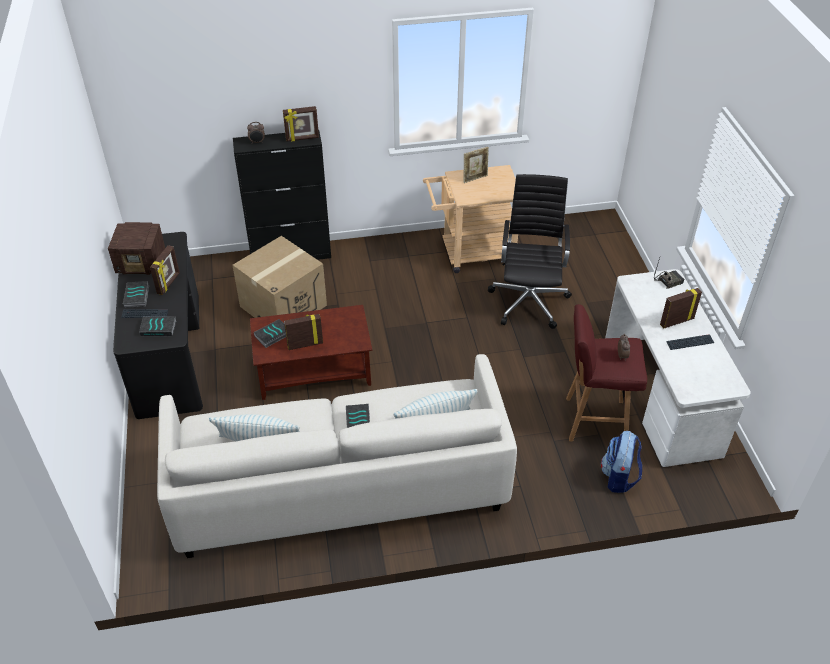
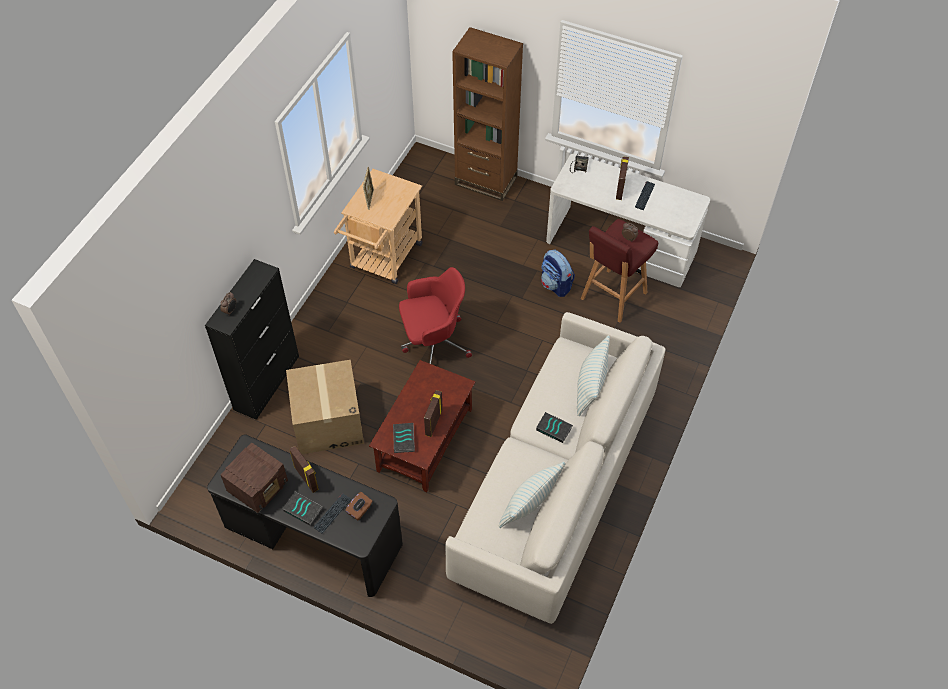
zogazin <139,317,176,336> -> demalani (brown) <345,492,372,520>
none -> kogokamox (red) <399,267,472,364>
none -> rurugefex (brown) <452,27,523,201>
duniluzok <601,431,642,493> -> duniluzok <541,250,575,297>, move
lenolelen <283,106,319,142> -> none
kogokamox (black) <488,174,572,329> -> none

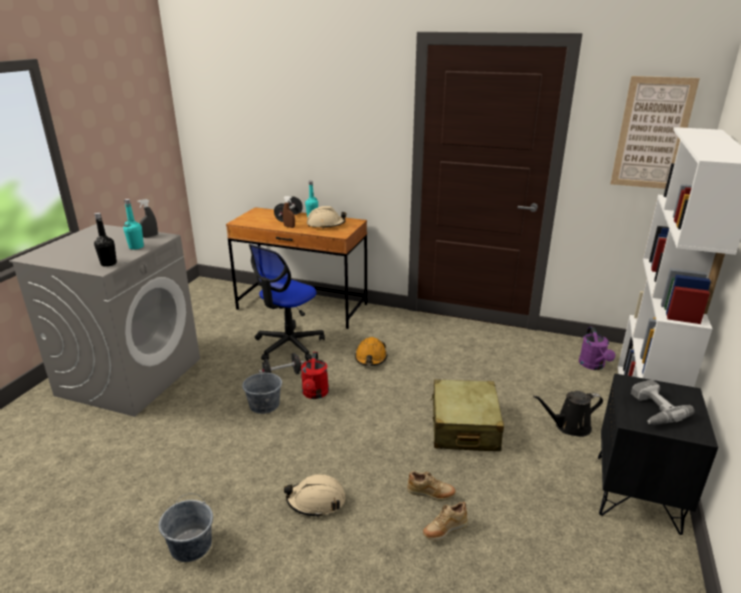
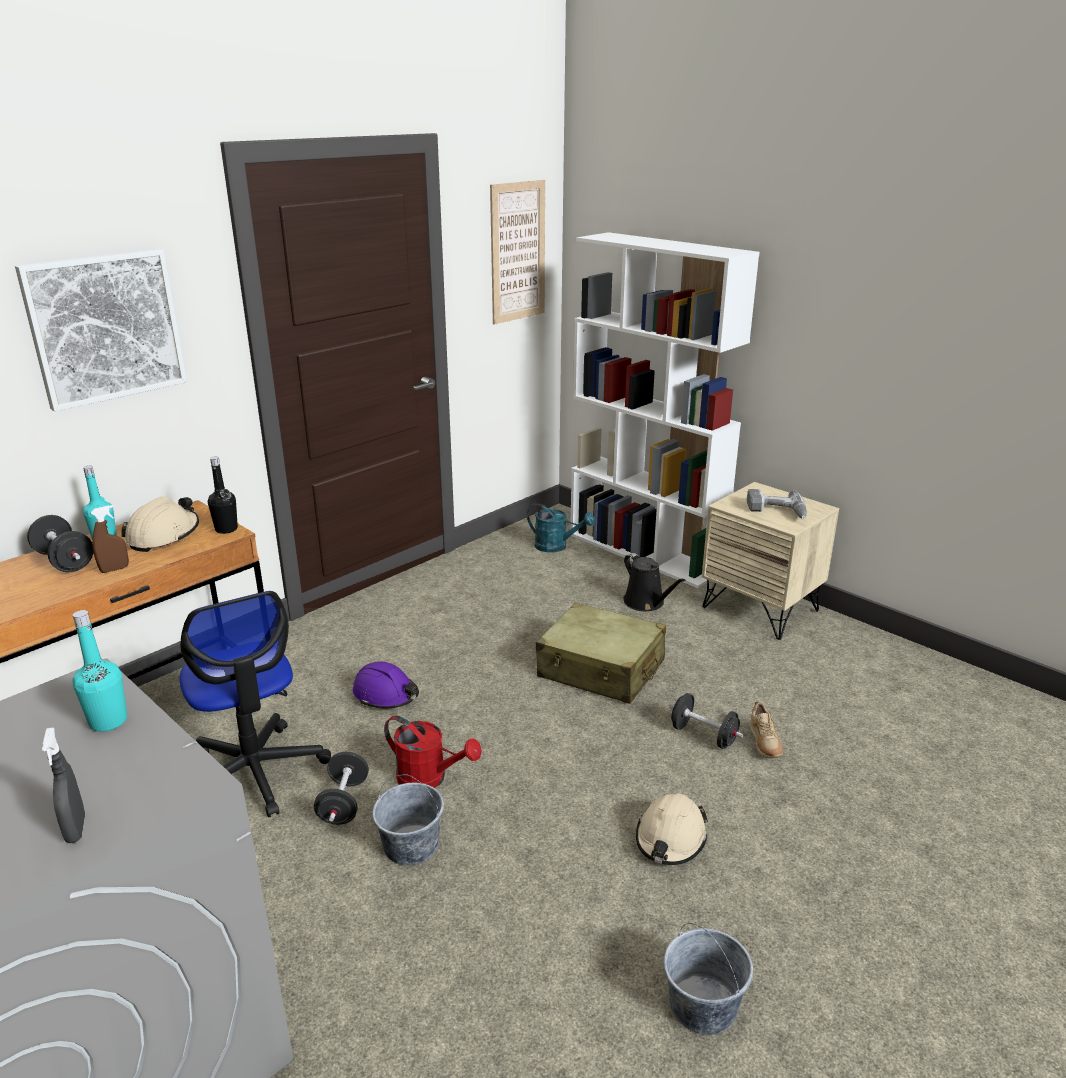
none -> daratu <15,249,187,412>
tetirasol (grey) <137,199,158,238> -> tetirasol (grey) <42,728,85,843>, move
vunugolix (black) <94,213,117,267> -> vunugolix (black) <208,456,238,534>, move
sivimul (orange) <355,337,388,366> -> sivimul (purple) <353,661,419,709>
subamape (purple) <579,327,615,370> -> subamape (turquoise) <527,503,595,552>
subamape (black) <533,391,603,437> -> subamape (black) <624,553,686,611>, 45 degrees counterclockwise
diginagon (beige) <407,471,456,501> -> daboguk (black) <669,693,743,749>
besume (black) <598,374,718,535> -> besume (beige) <702,482,839,640>

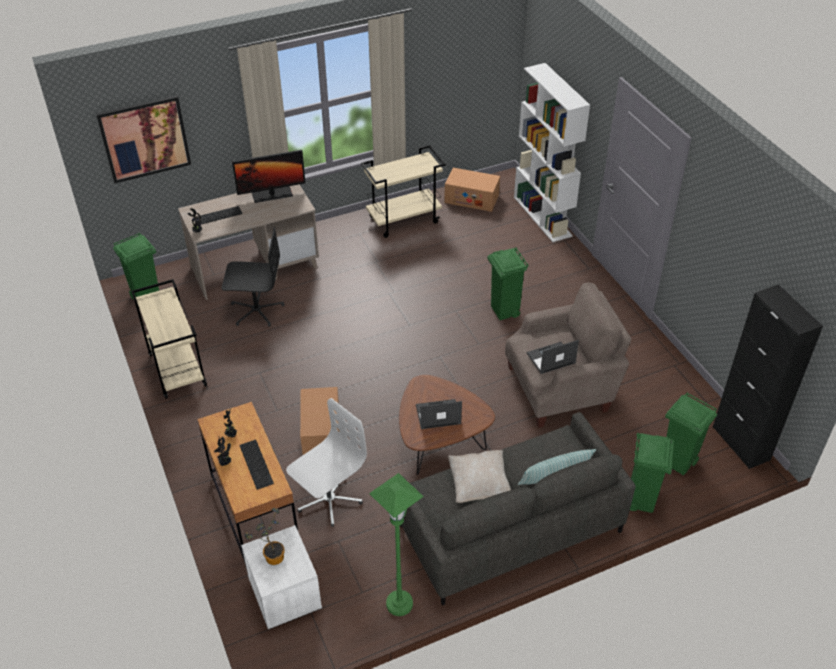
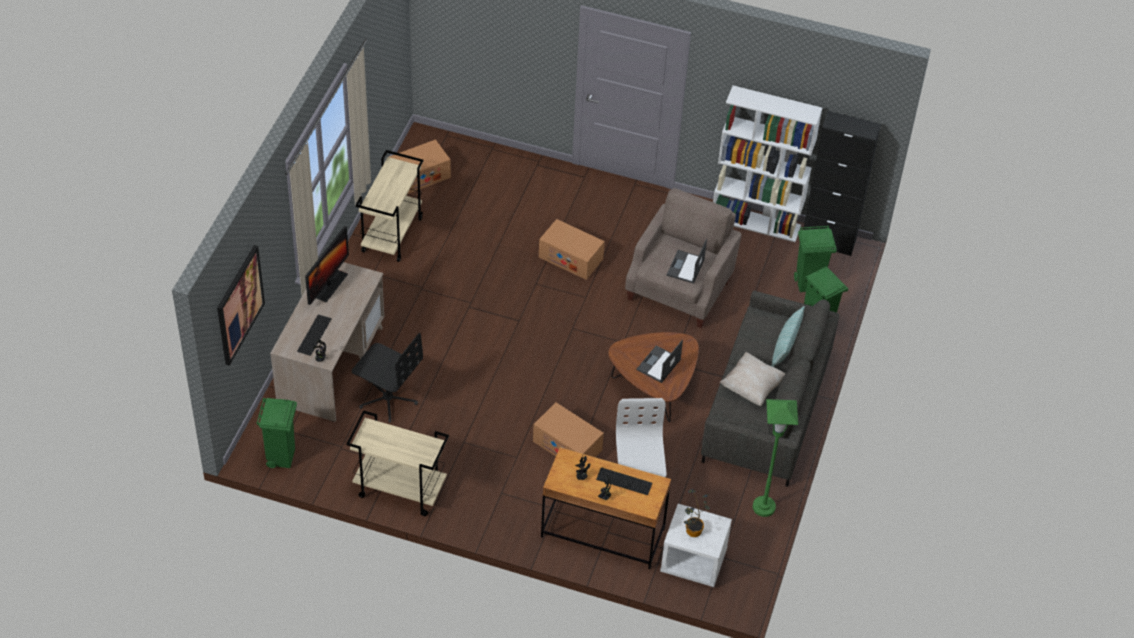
kogokamox (black) <222,227,285,327> -> kogokamox (black) <352,333,423,423>, 75 degrees clockwise
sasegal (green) <487,247,529,320> -> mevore <539,219,605,280>
rurugefex (white) <514,63,590,242> -> rurugefex (white) <713,86,822,242>, move

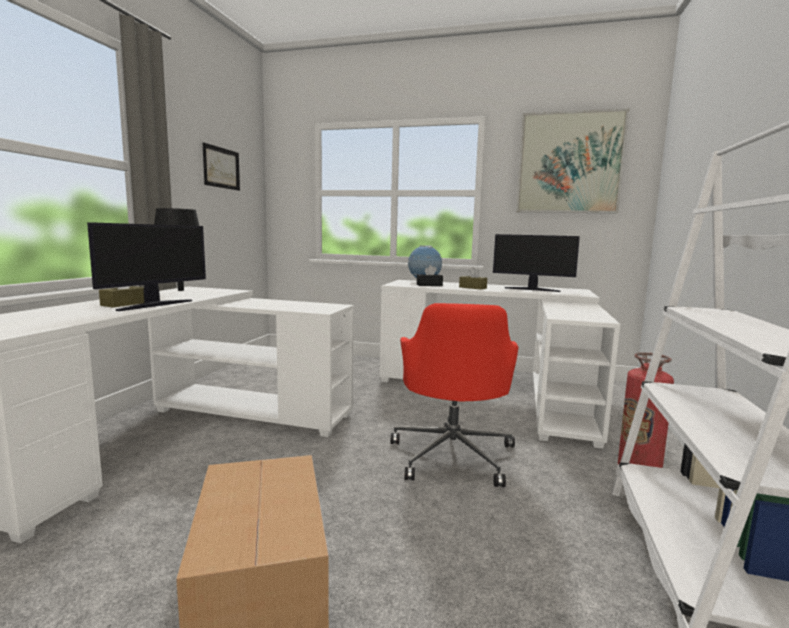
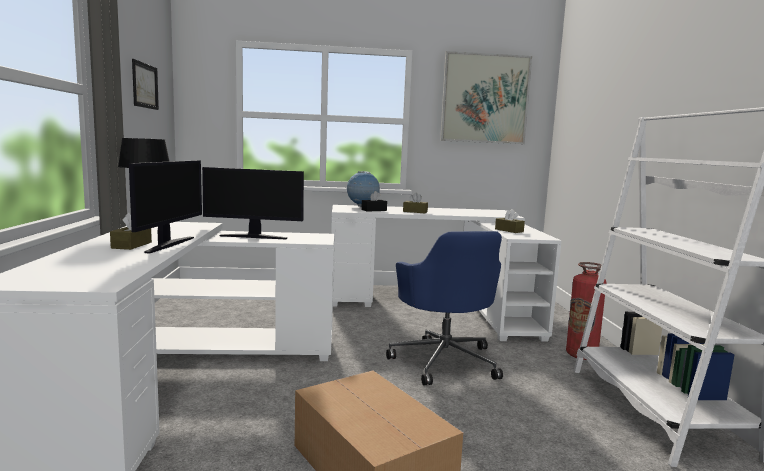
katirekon <493,234,580,292> -> katirekon <202,167,304,239>, move
kogokamox (red) <391,303,518,487> -> kogokamox (blue) <386,231,503,385>
none -> demalani (brown) <495,209,525,233>

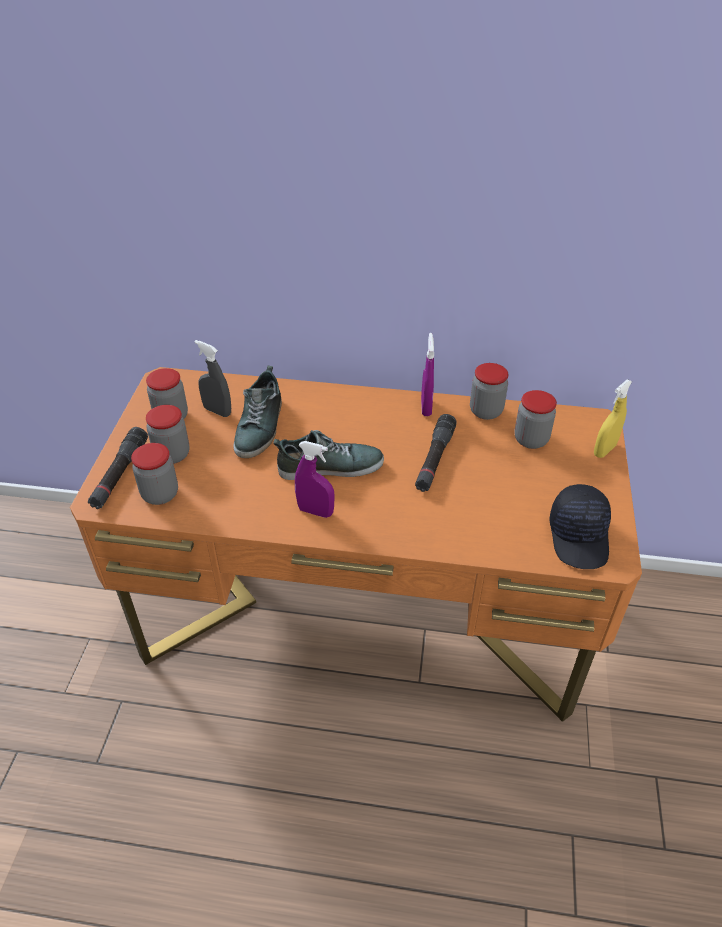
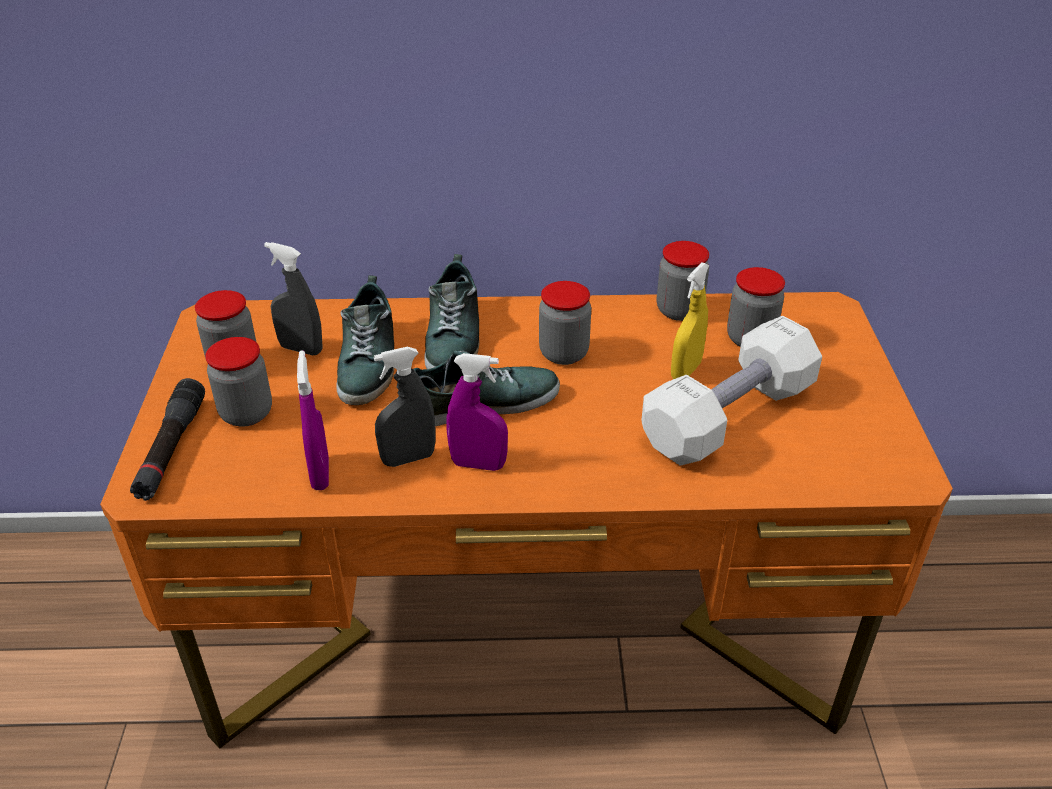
tetirasol (purple) <421,333,434,416> -> tetirasol (purple) <297,350,329,490>, move
none -> tetirasol (grey) <374,347,436,467>
none -> diginagon <424,254,479,369>
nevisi <131,443,178,505> -> nevisi <539,281,591,365>, move
none -> daboguk (white) <641,316,822,466>
tetirasol (yellow) <594,379,632,458> -> tetirasol (yellow) <671,262,710,379>, move
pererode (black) <415,414,457,492> -> none
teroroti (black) <550,484,611,569> -> none

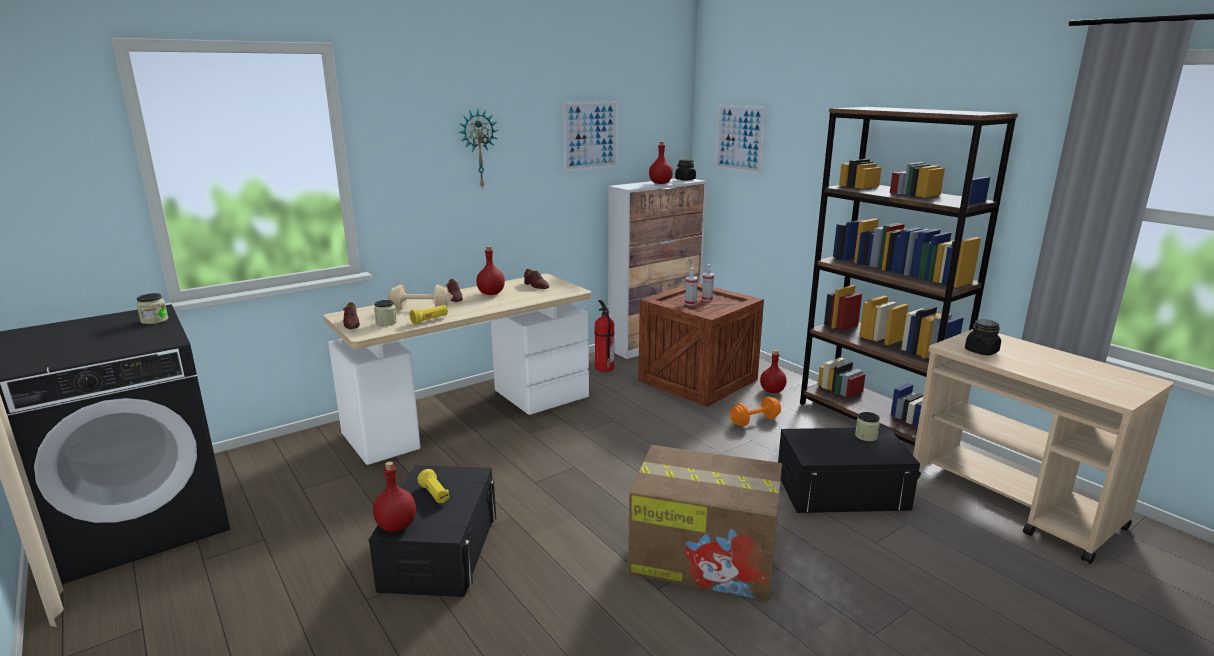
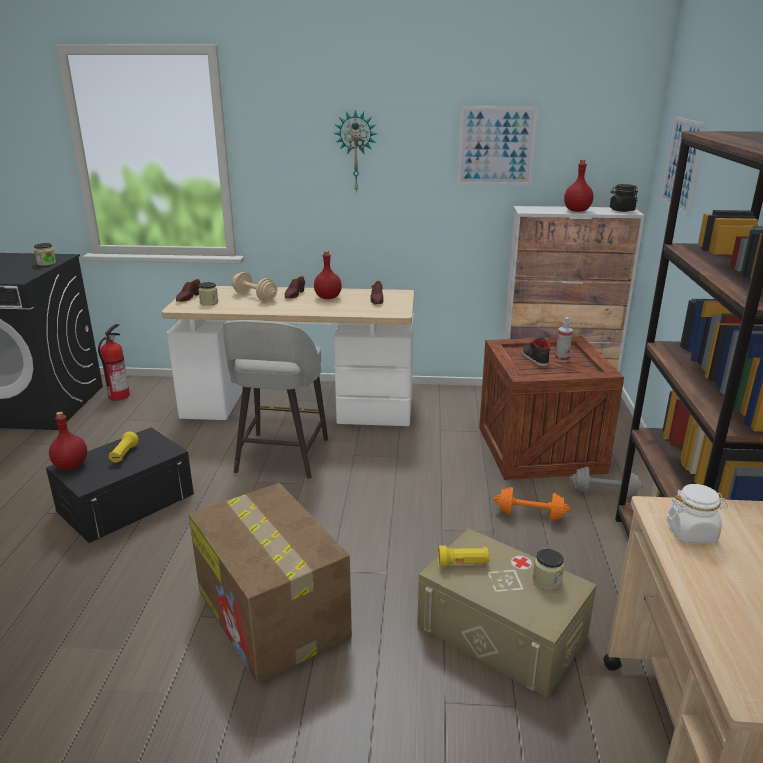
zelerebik <594,300,615,372> -> zelerebik <98,324,130,400>, move
none -> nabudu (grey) <223,320,328,479>
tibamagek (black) <778,427,920,513> -> tibamagek (beige) <417,528,597,697>
pererode (yellow) <410,305,448,325> -> pererode (yellow) <438,546,490,567>, move
tetirasol <685,268,698,306> -> diginagon (black) <522,338,550,367>
vunugolix (red) <760,350,787,393> -> daboguk (grey) <570,467,644,497>
nevisi (black) <965,319,1001,356> -> nevisi (white) <667,484,728,543>

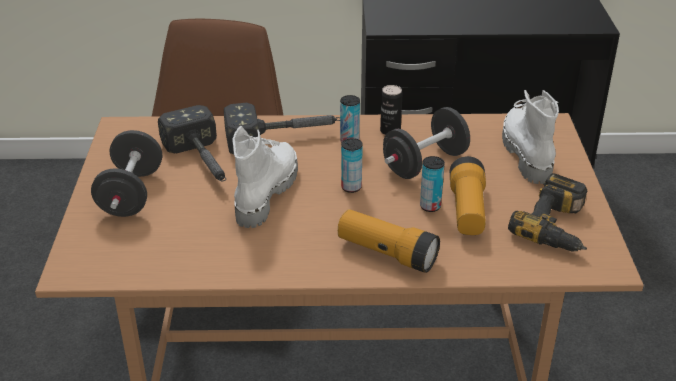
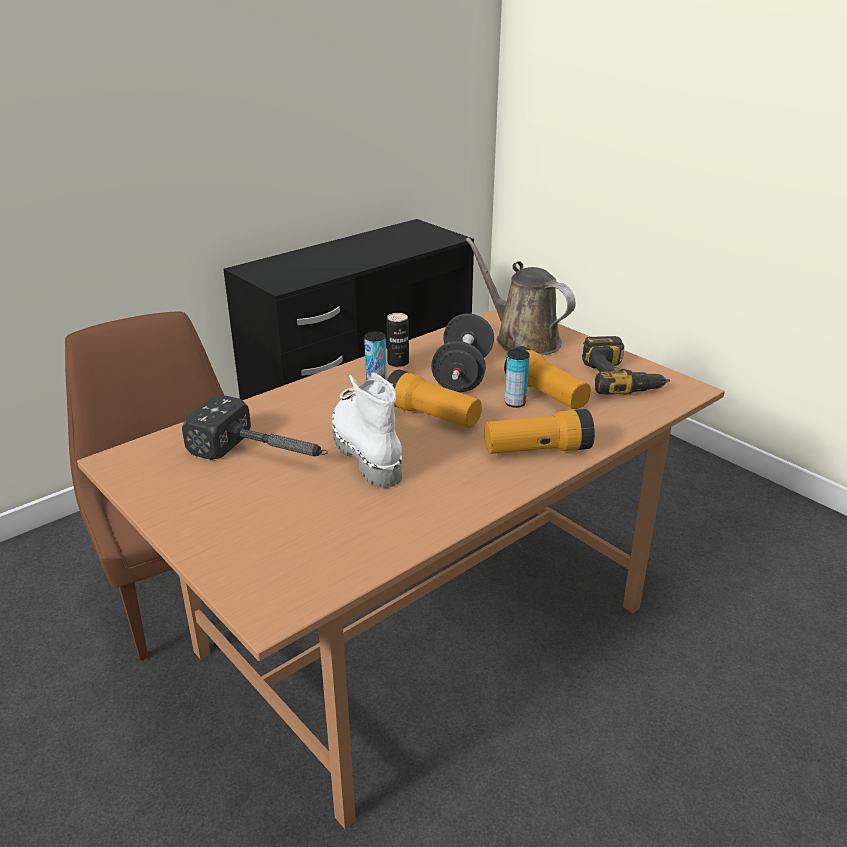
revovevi <341,138,363,193> -> pererode <387,369,482,428>
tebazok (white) <502,90,559,184> -> subamape (brown) <466,237,575,355>
daboguk (black) <91,130,162,217> -> none
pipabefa <224,103,340,154> -> none

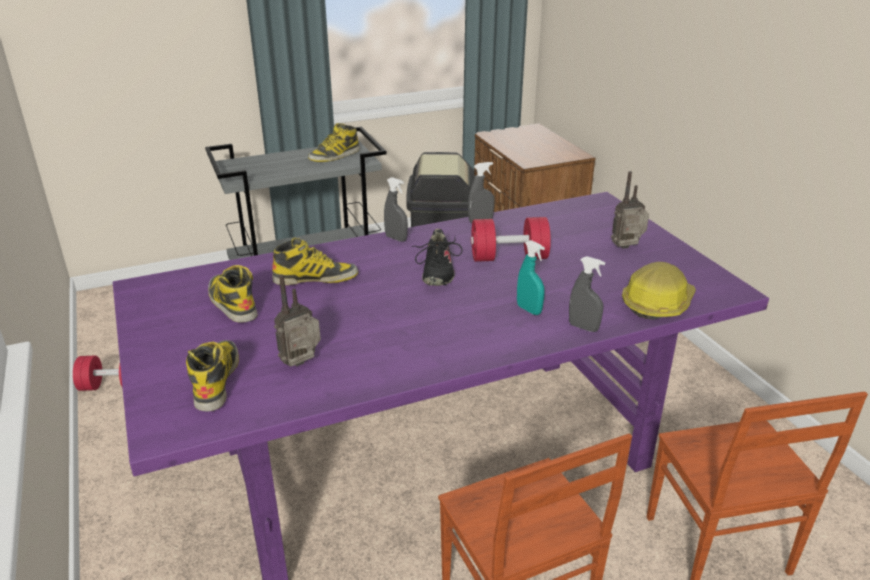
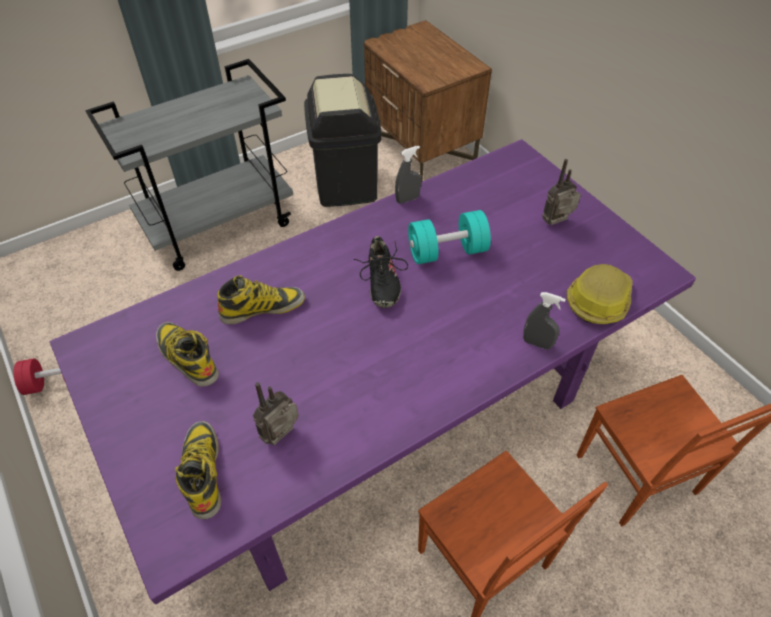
daboguk (red) <471,217,551,262> -> daboguk (turquoise) <408,210,491,264>
tebazok <308,123,360,162> -> none
tetirasol (grey) <384,177,408,242> -> none
tetirasol (turquoise) <517,240,545,315> -> none

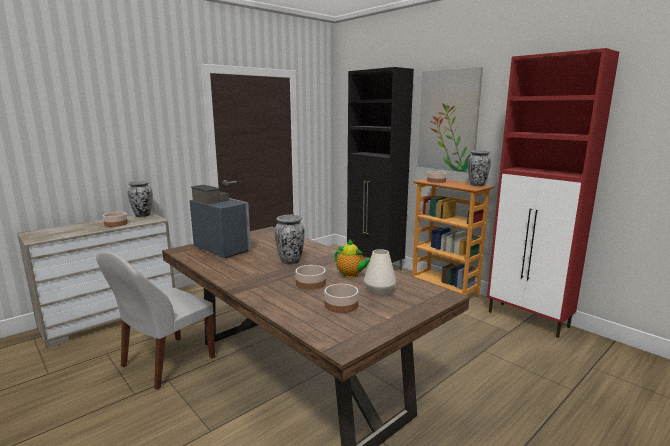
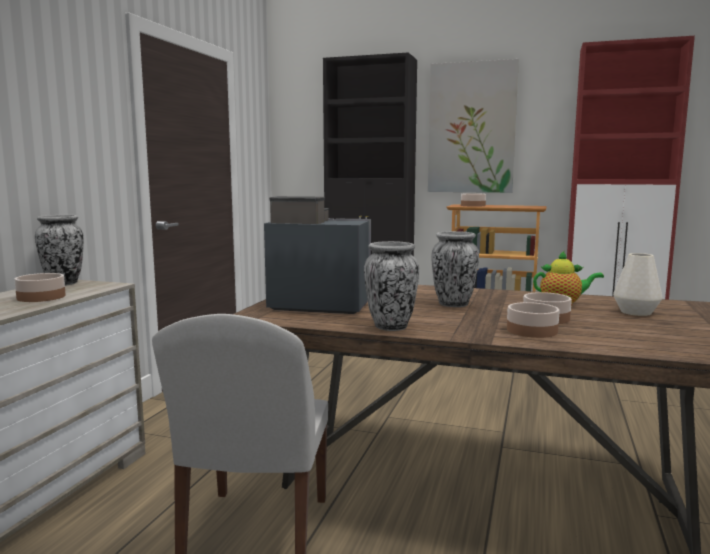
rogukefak <468,150,491,186> -> rogukefak <364,241,419,331>, move
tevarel <324,284,358,313> -> tevarel <507,302,560,338>, move

